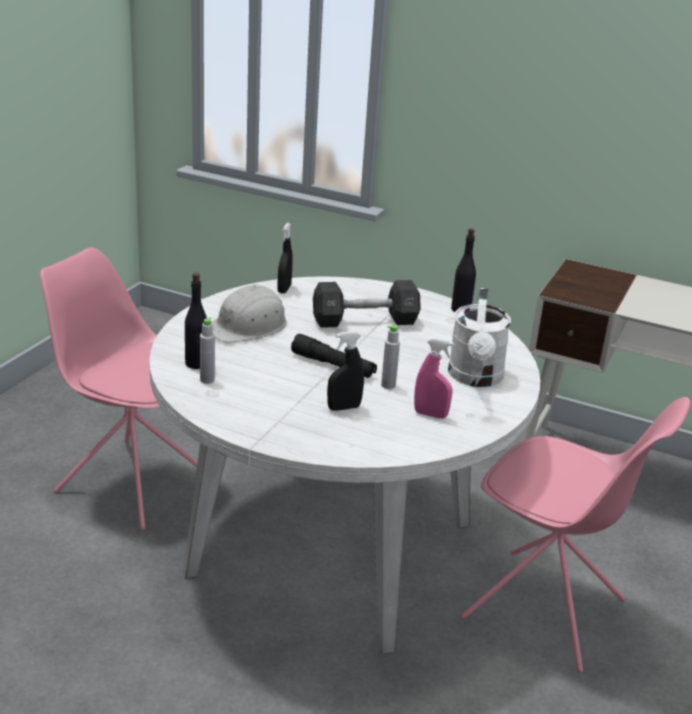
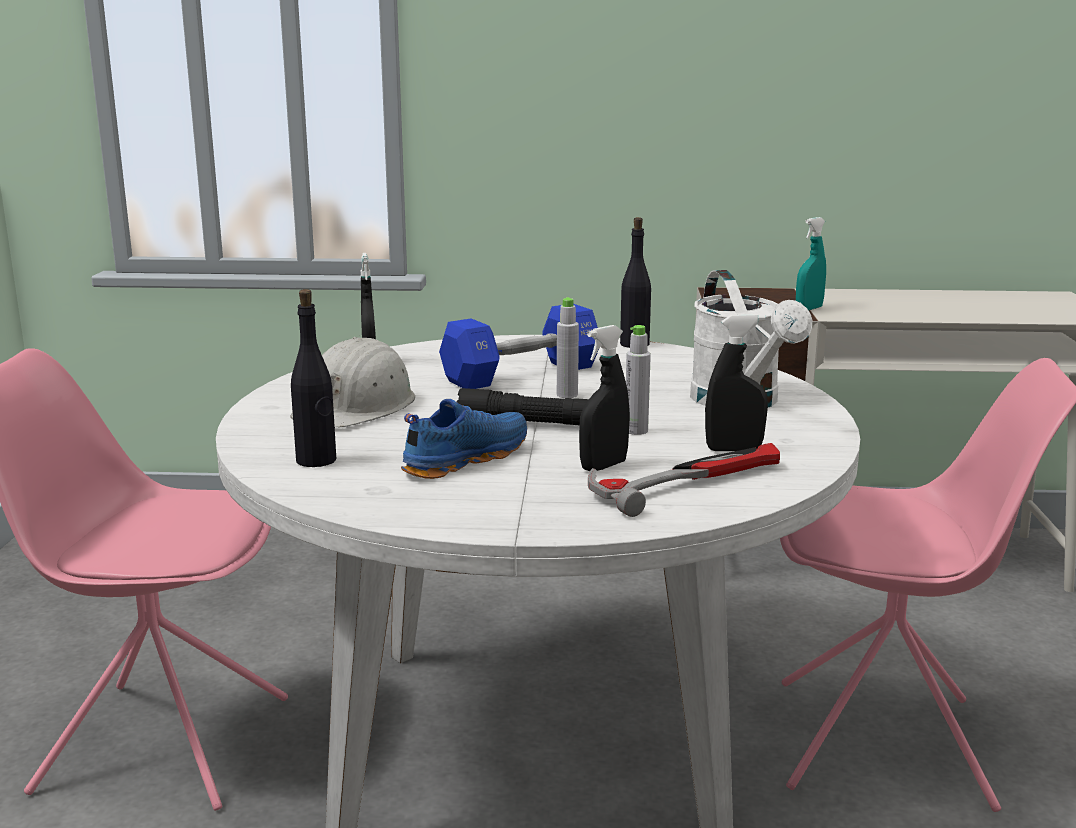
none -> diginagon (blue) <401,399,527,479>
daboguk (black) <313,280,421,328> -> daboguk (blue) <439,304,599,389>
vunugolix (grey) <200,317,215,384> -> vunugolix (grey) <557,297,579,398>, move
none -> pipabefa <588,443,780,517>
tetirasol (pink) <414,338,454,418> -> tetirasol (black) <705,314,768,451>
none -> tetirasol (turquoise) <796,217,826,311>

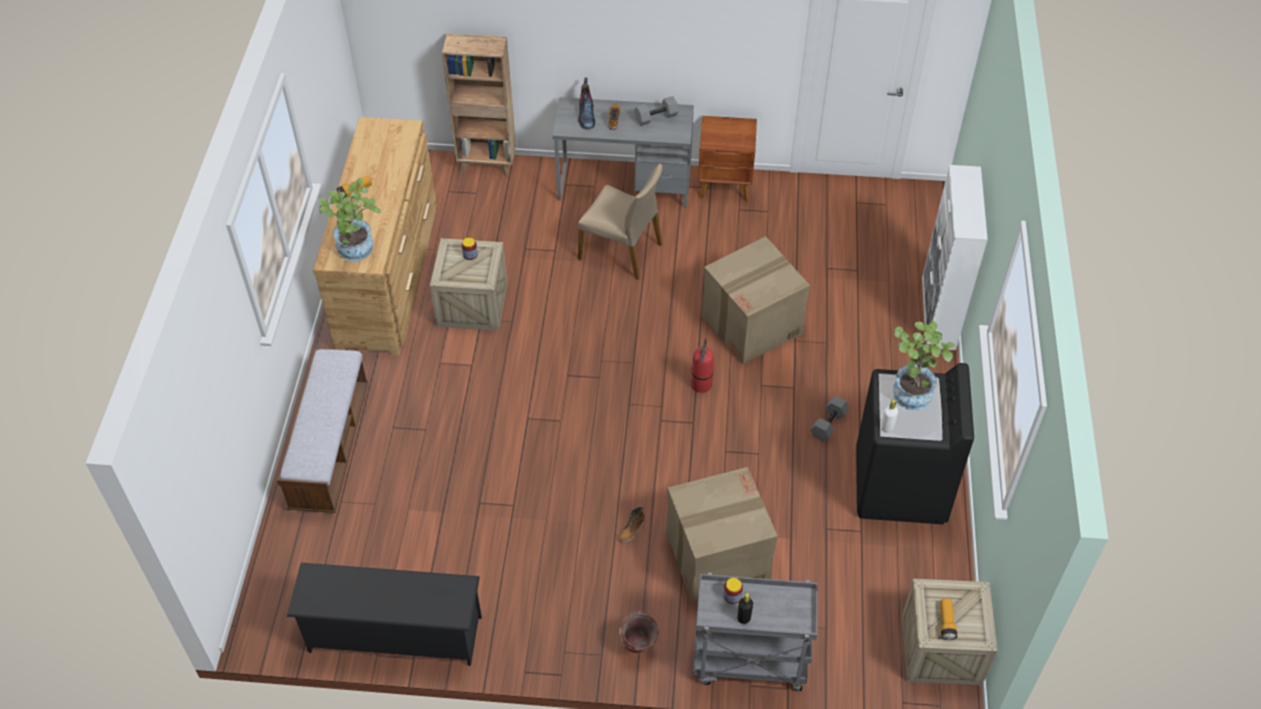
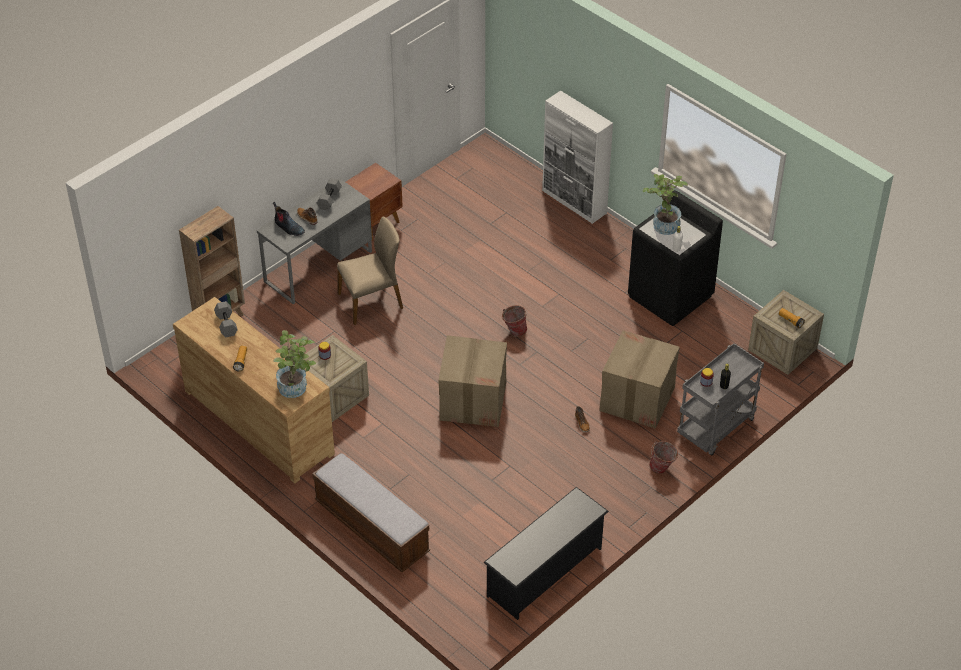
daboguk (grey) <810,396,849,442> -> daboguk (grey) <214,301,238,337>, move
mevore <701,236,810,364> -> mevore <438,335,507,427>, move
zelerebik <691,339,714,393> -> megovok <502,305,527,337>

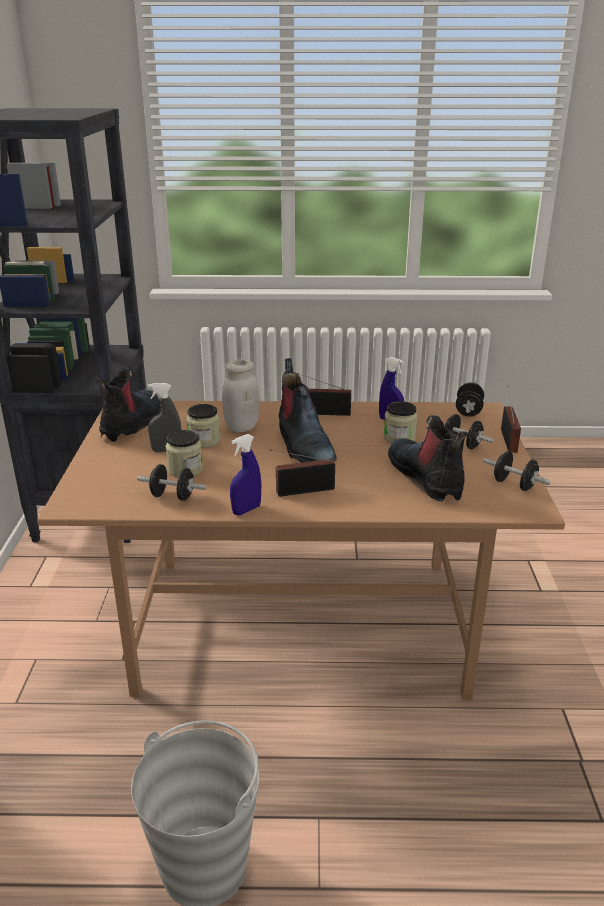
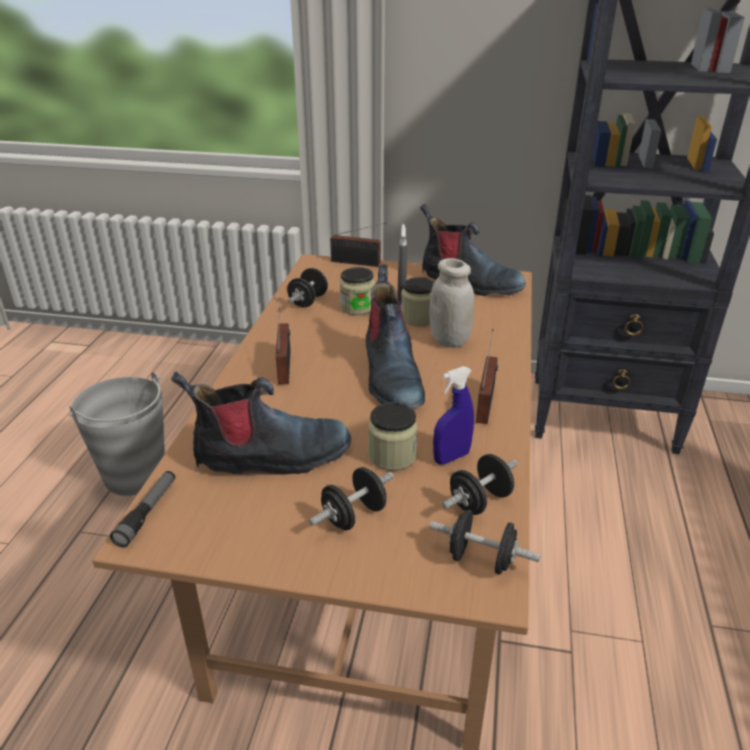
none -> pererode <110,471,175,548>
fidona <501,386,521,453> -> fidona <330,223,386,267>, move
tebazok <279,358,337,463> -> tebazok <366,264,425,409>, 90 degrees counterclockwise
daboguk (black) <483,451,550,491> -> daboguk (black) <442,454,518,515>, move
tetirasol (blue) <230,434,262,515> -> none

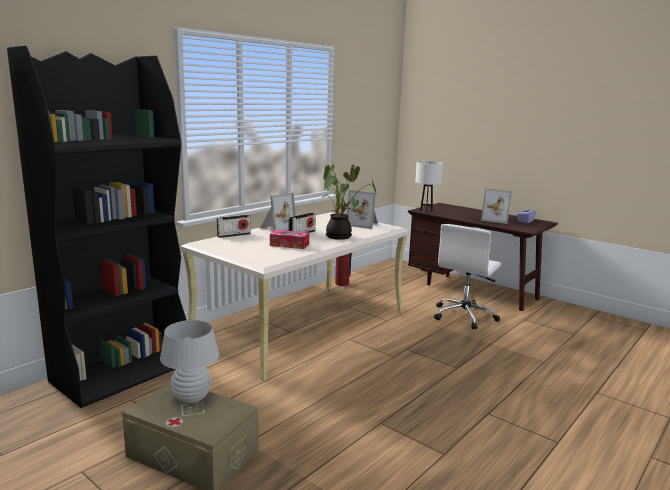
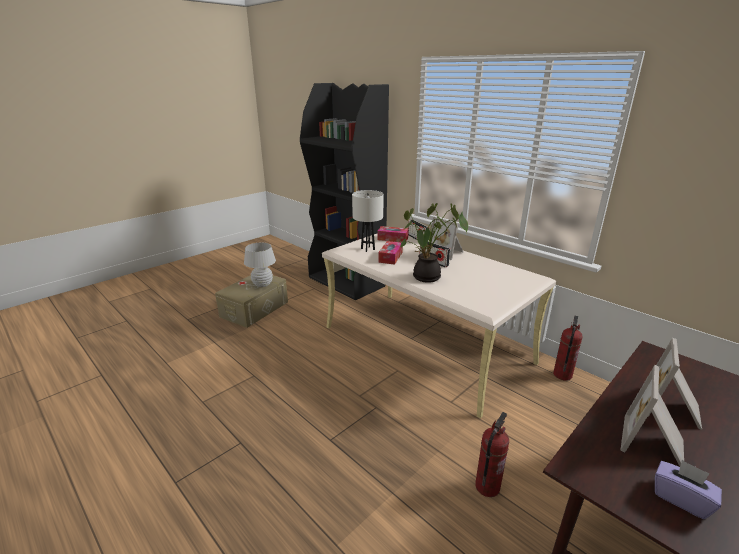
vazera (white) <415,161,443,213> -> vazera (white) <352,190,384,252>, move
none -> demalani <377,226,409,242>
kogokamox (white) <434,224,501,329> -> zelerebik <475,412,509,497>
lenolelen <347,190,378,229> -> lenolelen <648,338,702,430>, move

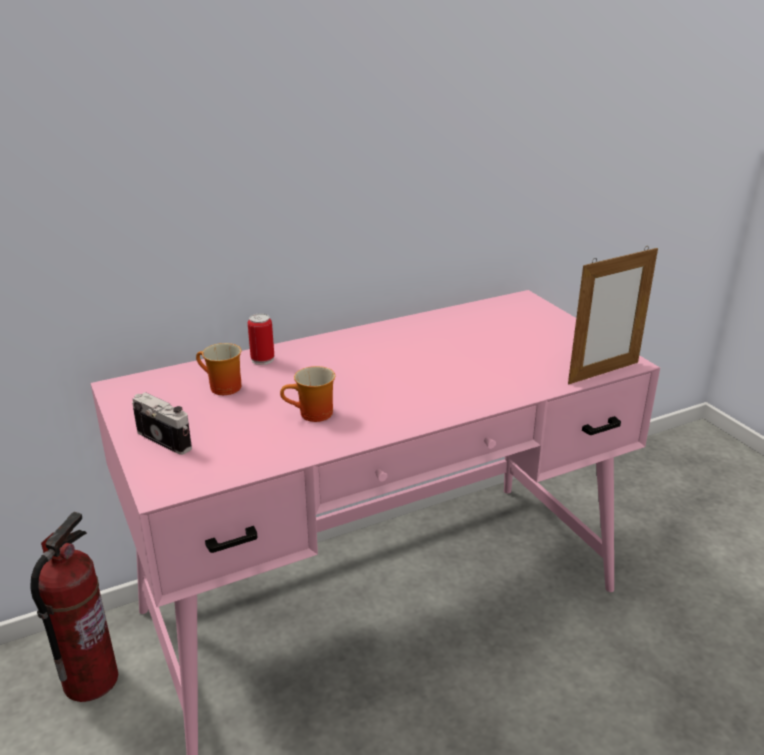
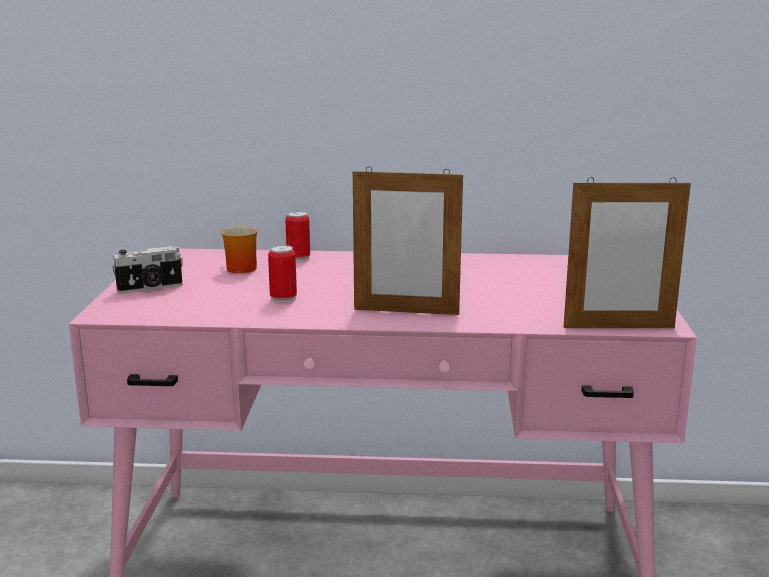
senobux <132,392,192,455> -> senobux <112,246,183,294>, 90 degrees clockwise
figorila <280,366,335,422> -> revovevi <268,245,297,303>
none -> lenolelen <353,167,463,315>
zelerebik <30,512,119,702> -> none

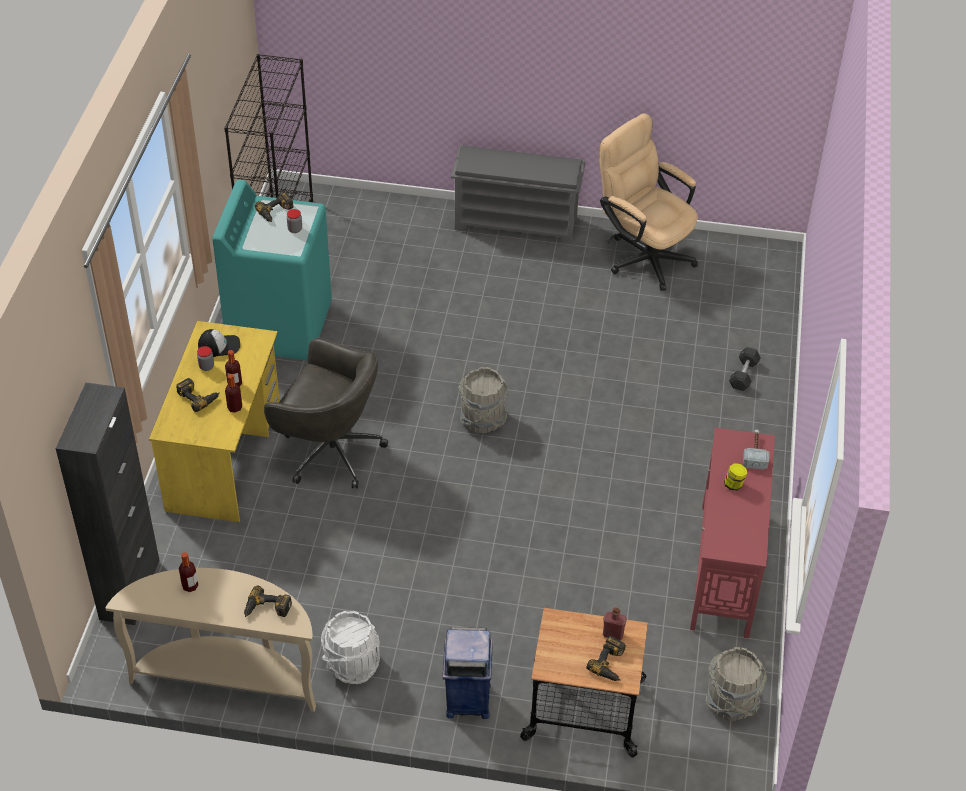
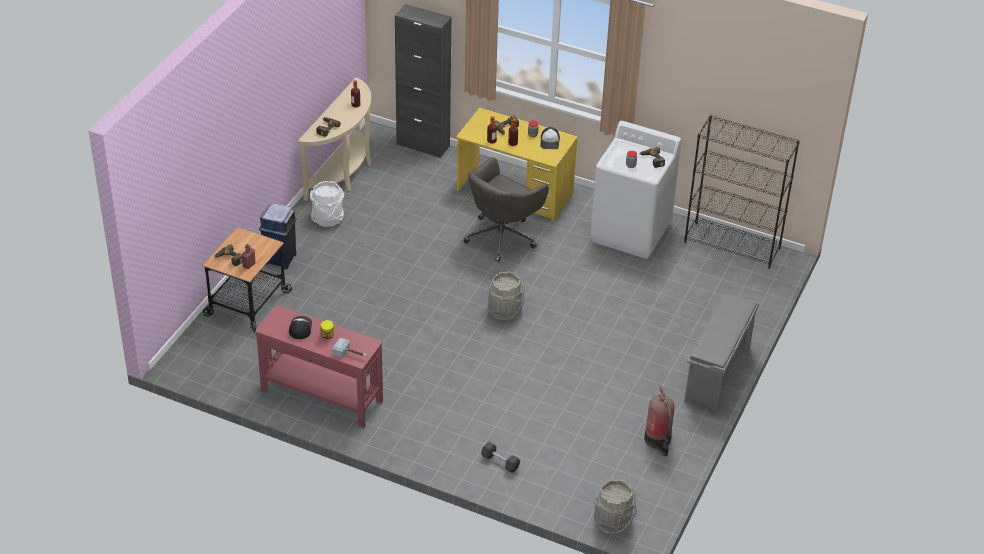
none -> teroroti <289,316,312,339>
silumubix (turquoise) <212,180,332,361> -> silumubix (white) <590,121,681,259>
megovok (grey) <705,647,767,721> -> megovok (grey) <594,479,636,534>, move
kogokamox (beige) <599,113,698,291> -> zelerebik <644,385,674,456>

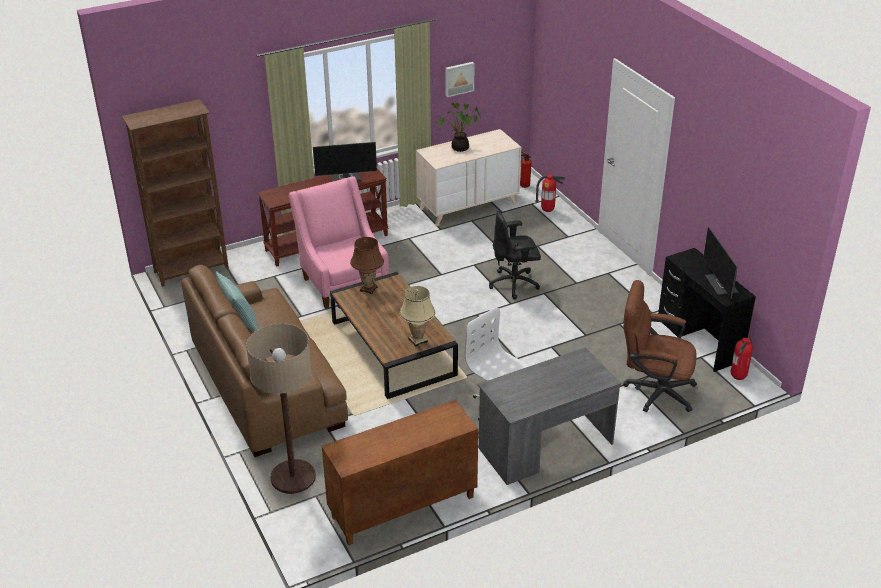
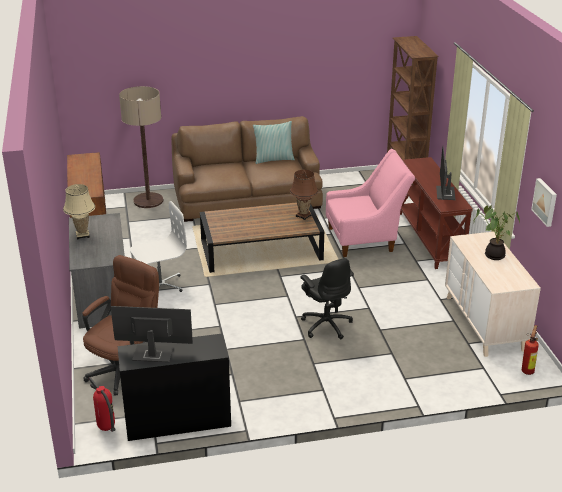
vazera (beige) <399,286,435,347> -> vazera (beige) <63,184,95,239>, move
kogokamox (black) <489,211,541,300> -> kogokamox (black) <300,258,354,339>, 150 degrees clockwise
zelerebik <535,175,565,212> -> none

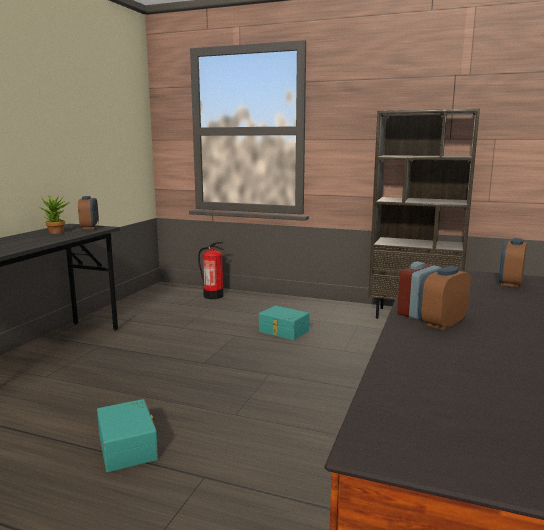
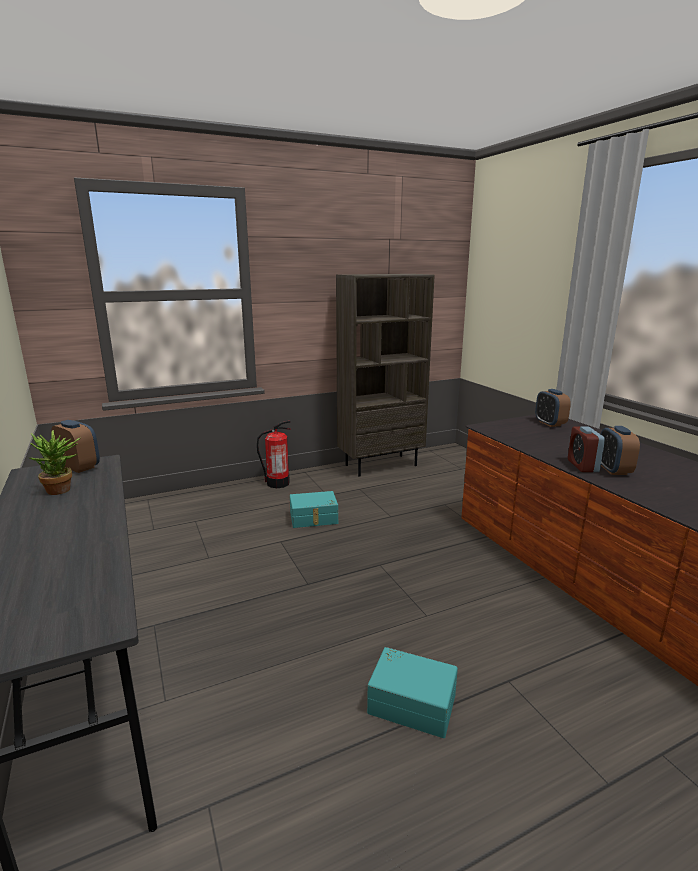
zelerebik <198,242,224,299> -> zelerebik <257,421,291,488>, move

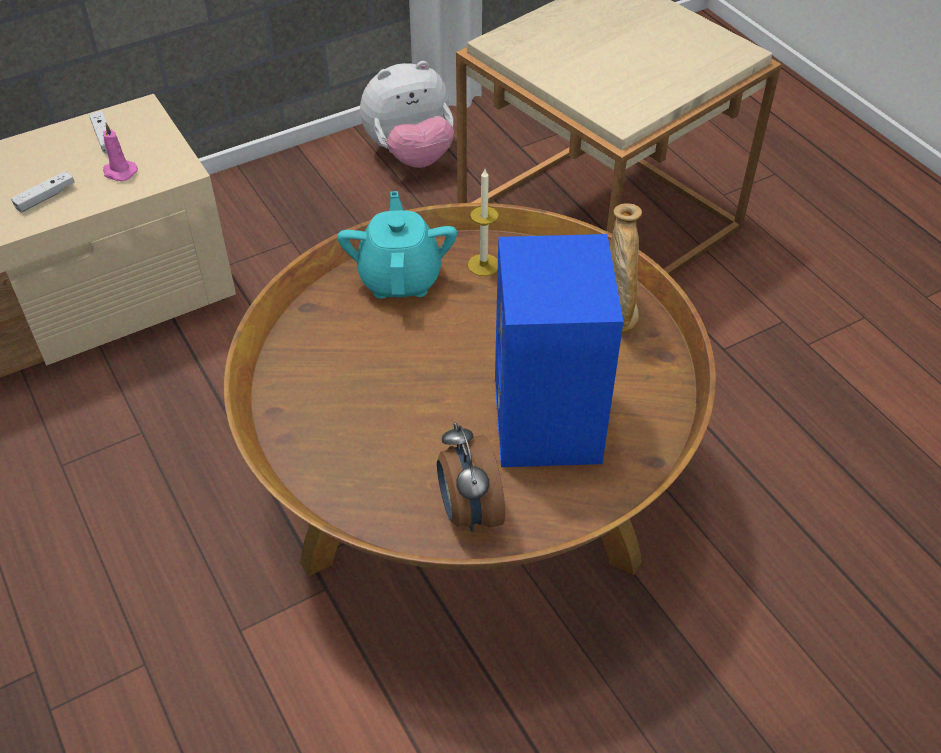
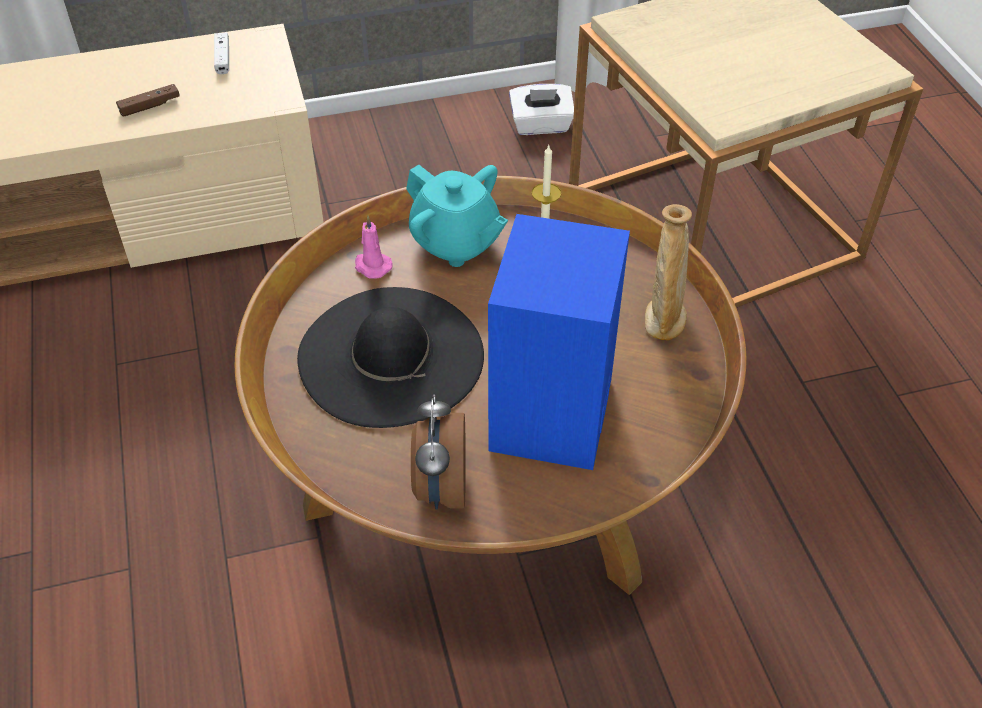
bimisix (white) <11,171,75,212> -> bimisix (brown) <116,84,180,117>
none -> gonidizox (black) <297,287,484,428>
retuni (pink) <103,123,138,181> -> retuni (pink) <355,216,393,279>, move
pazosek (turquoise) <337,191,457,299> -> pazosek (turquoise) <406,165,508,267>, 120 degrees clockwise
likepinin <360,61,454,168> -> demalani (white) <509,84,574,135>

